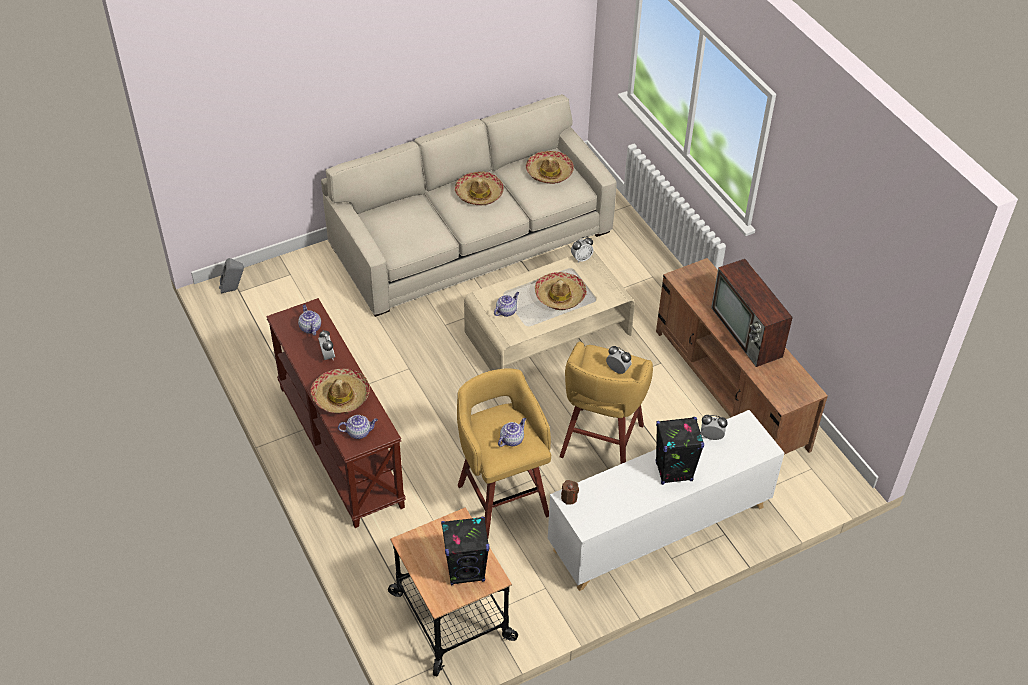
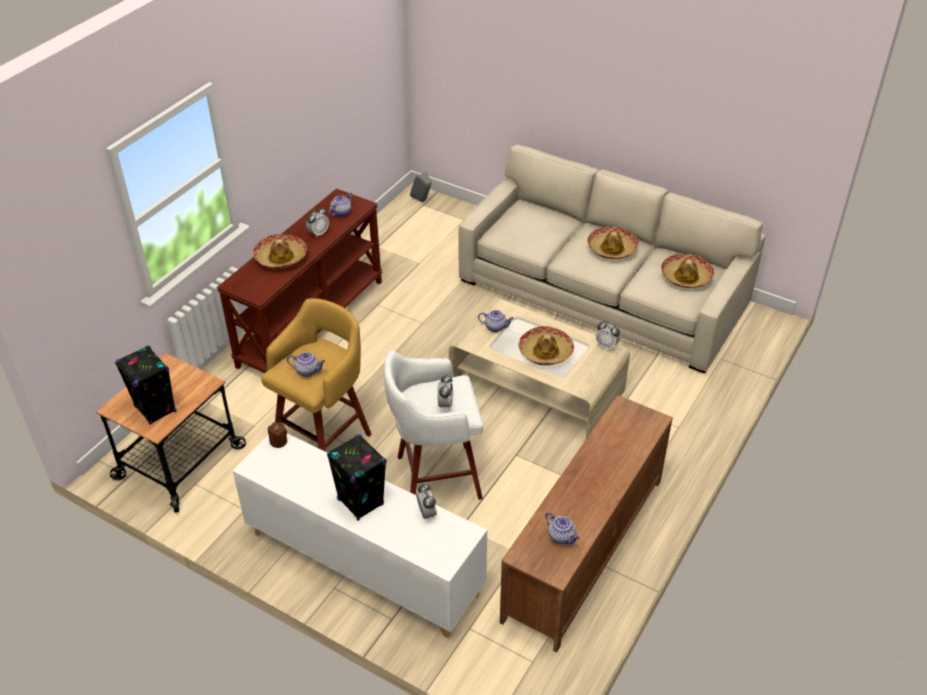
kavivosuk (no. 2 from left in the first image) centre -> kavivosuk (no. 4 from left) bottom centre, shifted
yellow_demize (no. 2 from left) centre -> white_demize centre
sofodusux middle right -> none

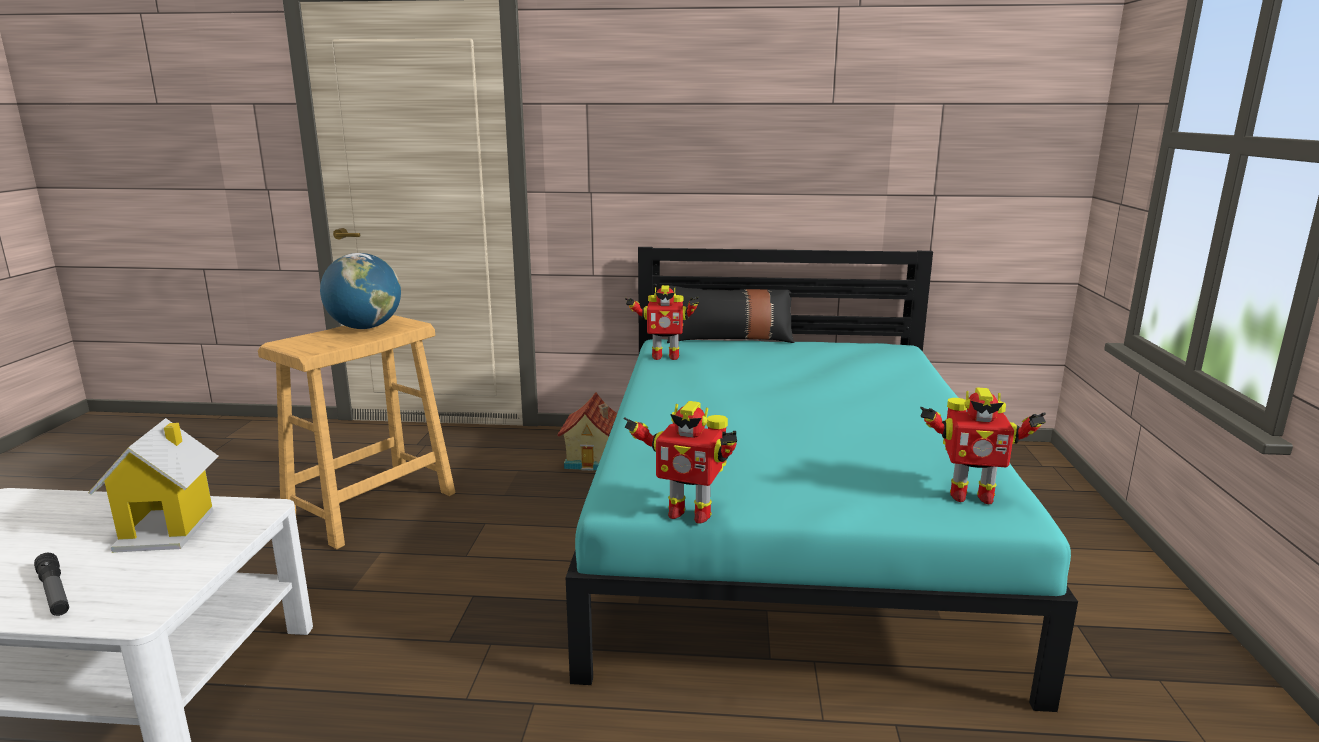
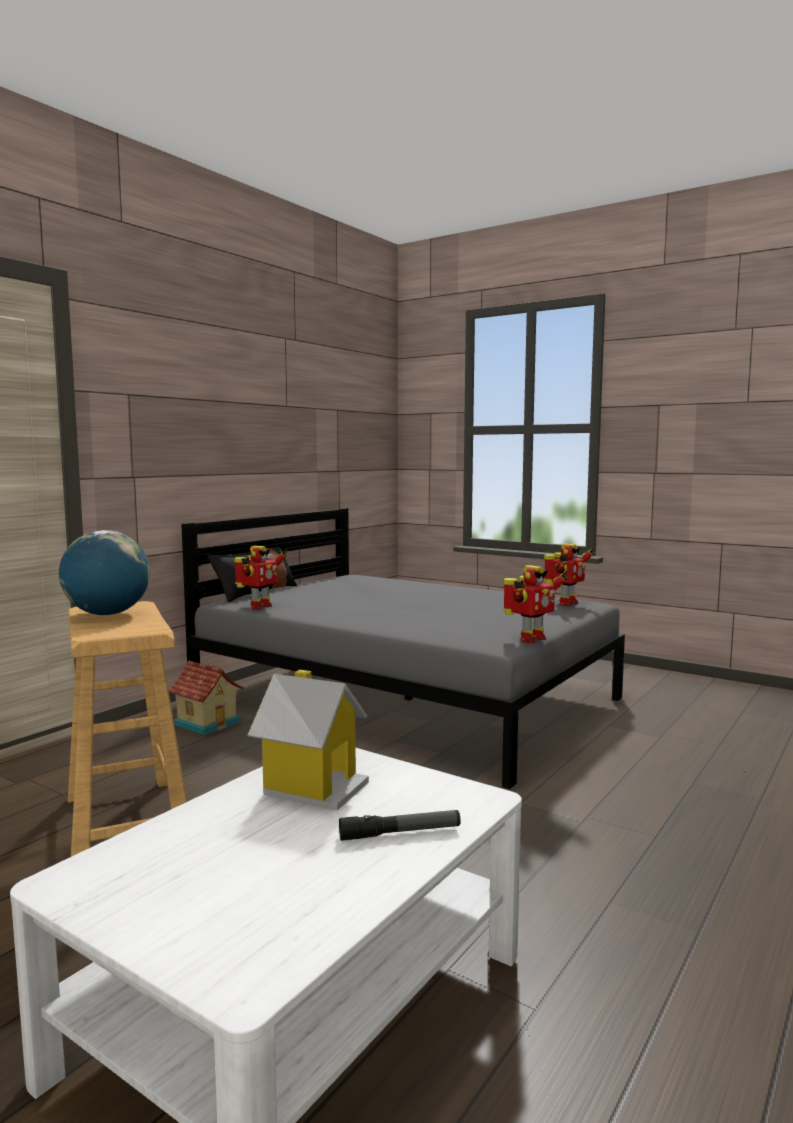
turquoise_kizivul centre -> grey_kizivul centre

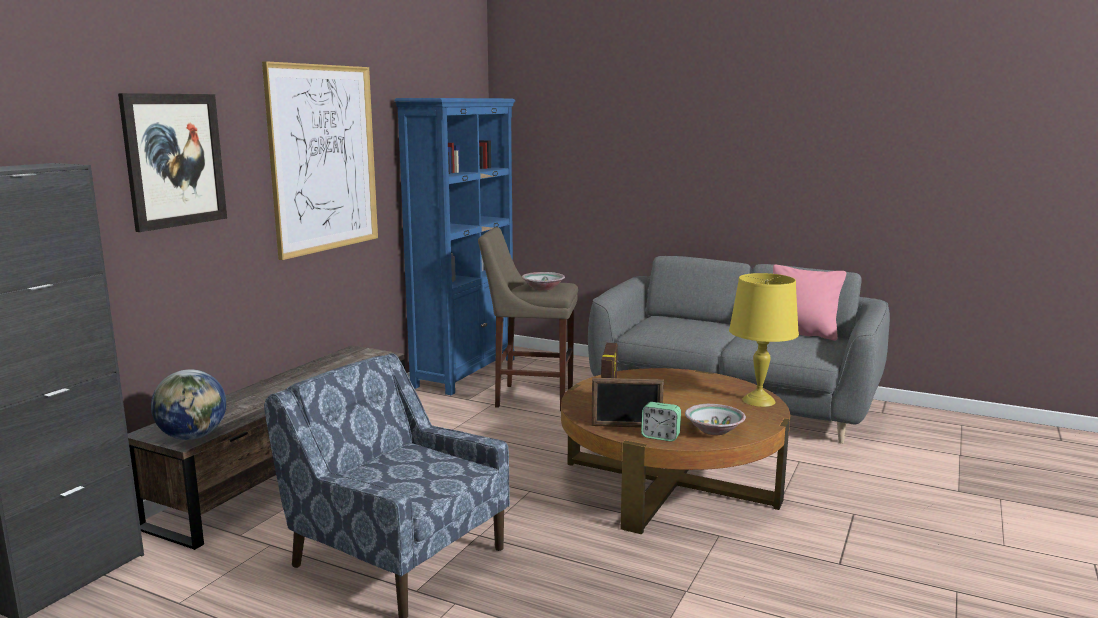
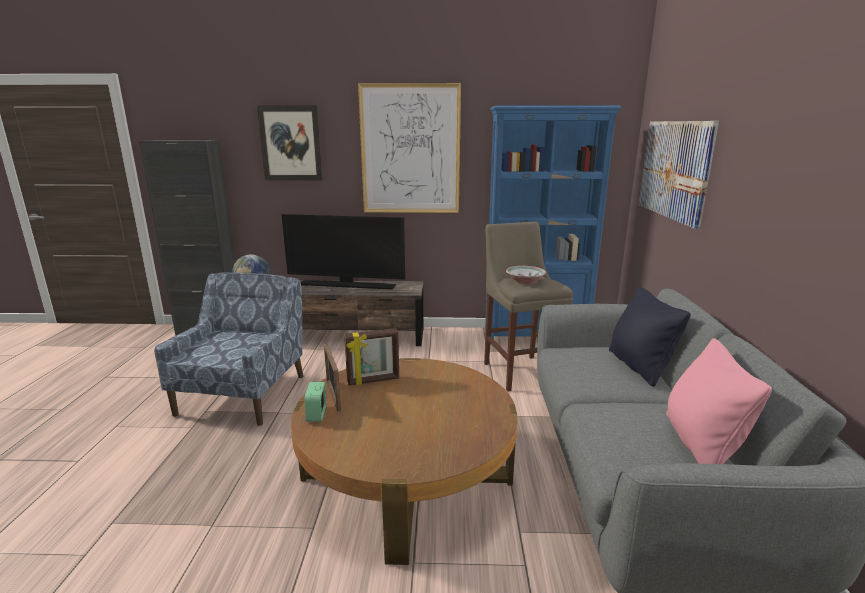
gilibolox (no. 2 from left) bottom centre -> none
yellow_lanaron middle right -> none
none -> sofodusux centre
none -> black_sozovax middle right
none -> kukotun (no. 3 from left) top right

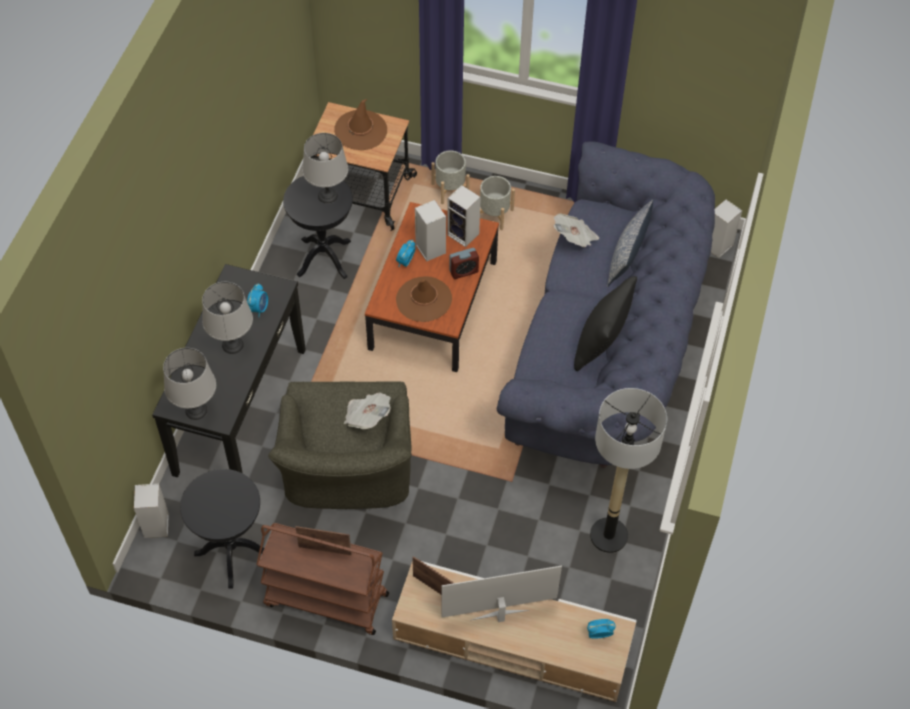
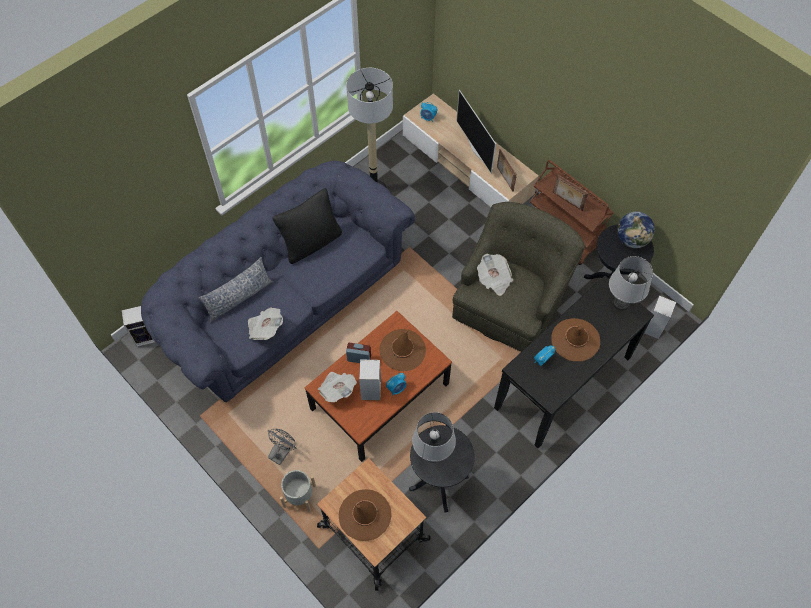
grey_lanaron (no. 2 from left) middle left -> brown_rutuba (no. 3 from left) middle right
sofodusux bottom centre -> sofodusux top centre, 45 degrees clockwise
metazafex (no. 3 from left) top centre -> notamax (no. 2 from left) centre
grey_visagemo (no. 2 from left) top centre -> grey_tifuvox bottom centre
none -> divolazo middle right

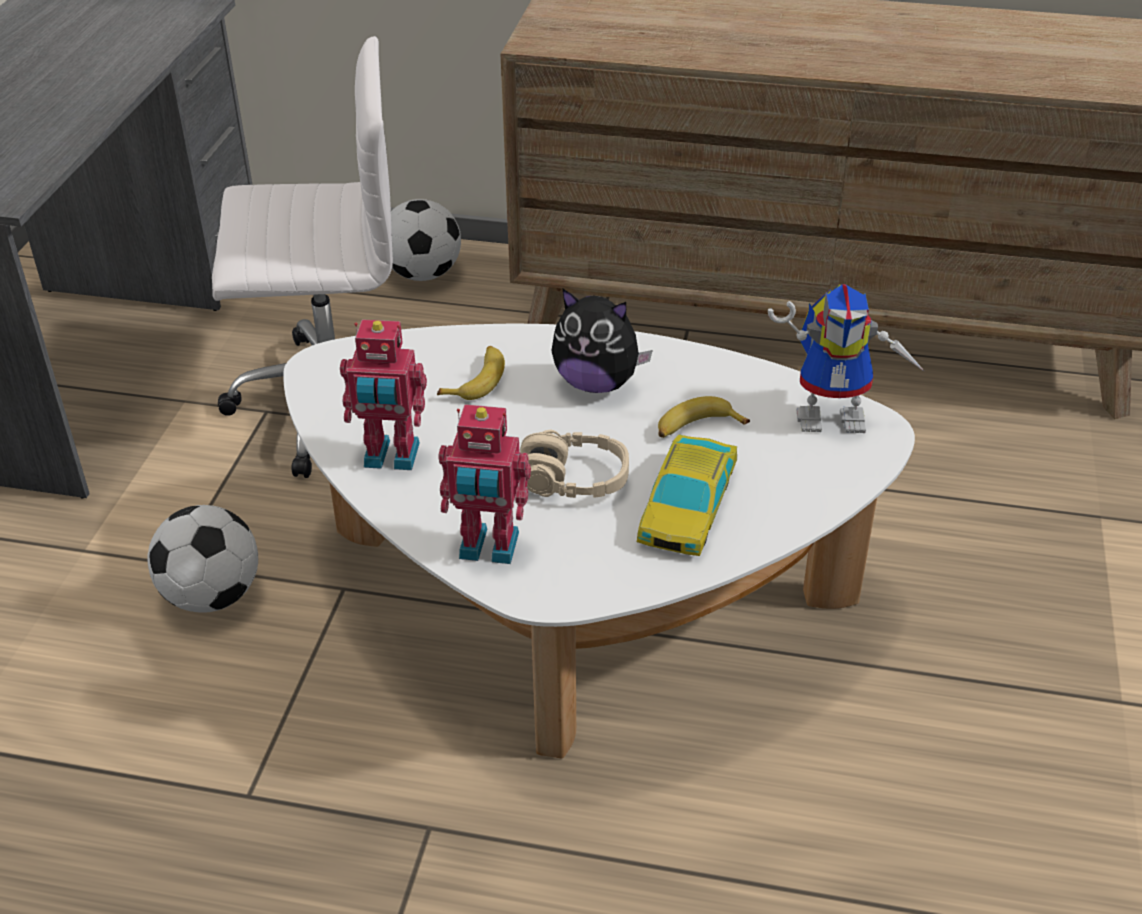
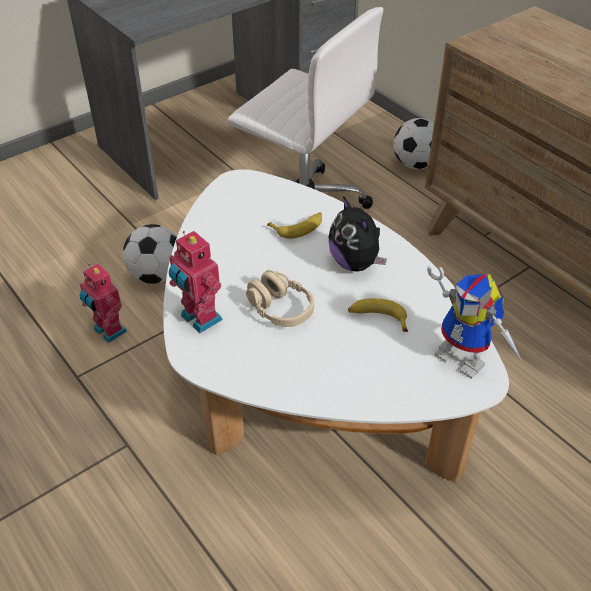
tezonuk (no. 1 from left) centre -> tezonuk (no. 1 from left) middle left, shifted
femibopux centre -> none

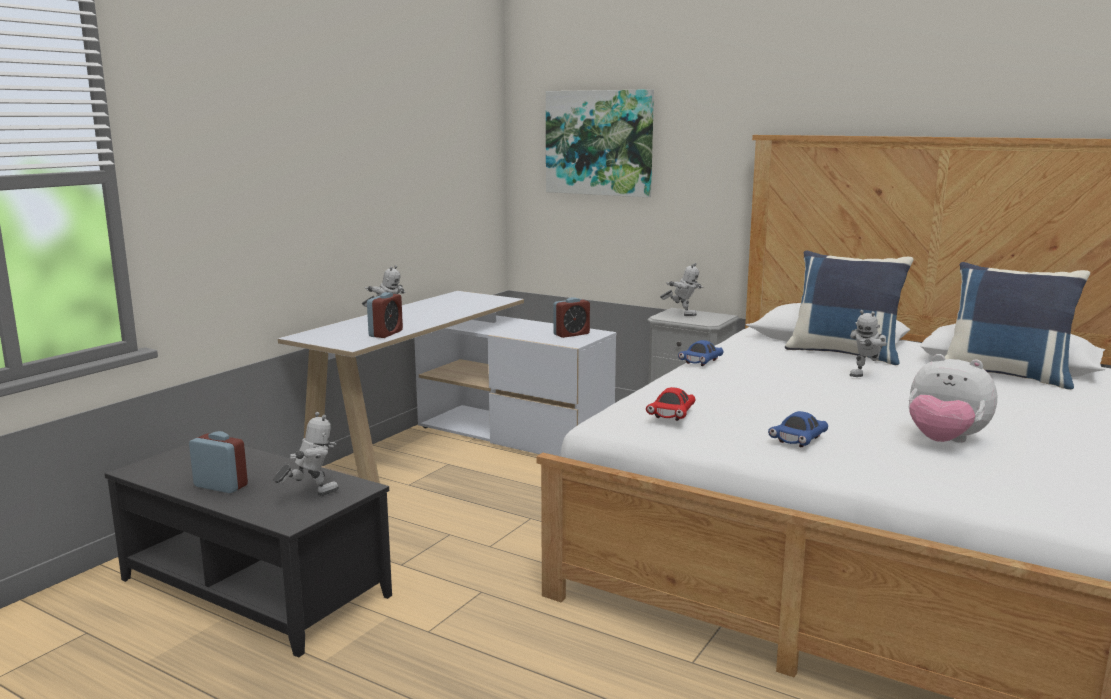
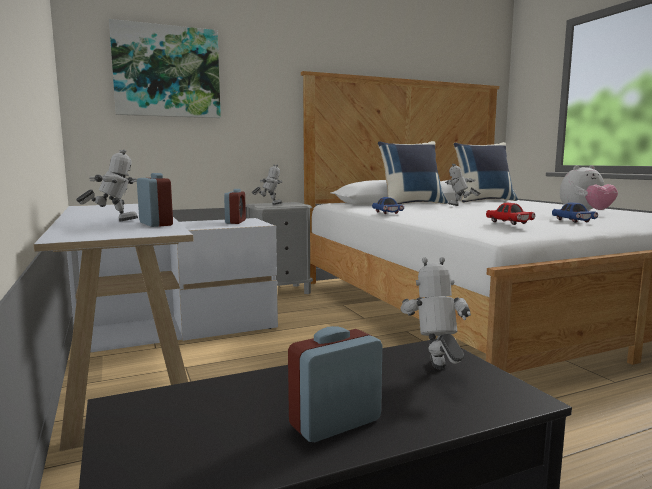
tezonuk (no. 4 from left) middle right, 135 degrees clockwise

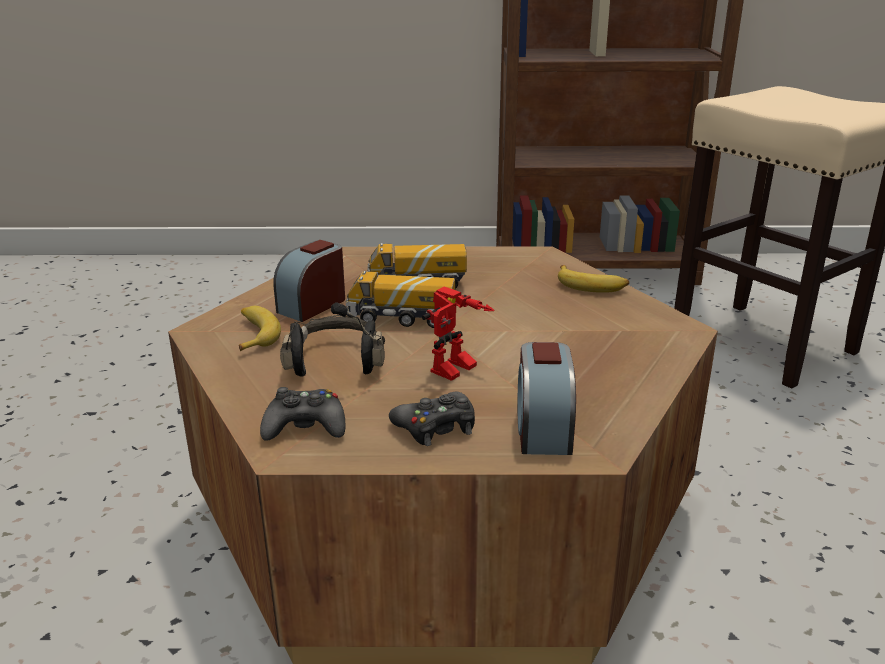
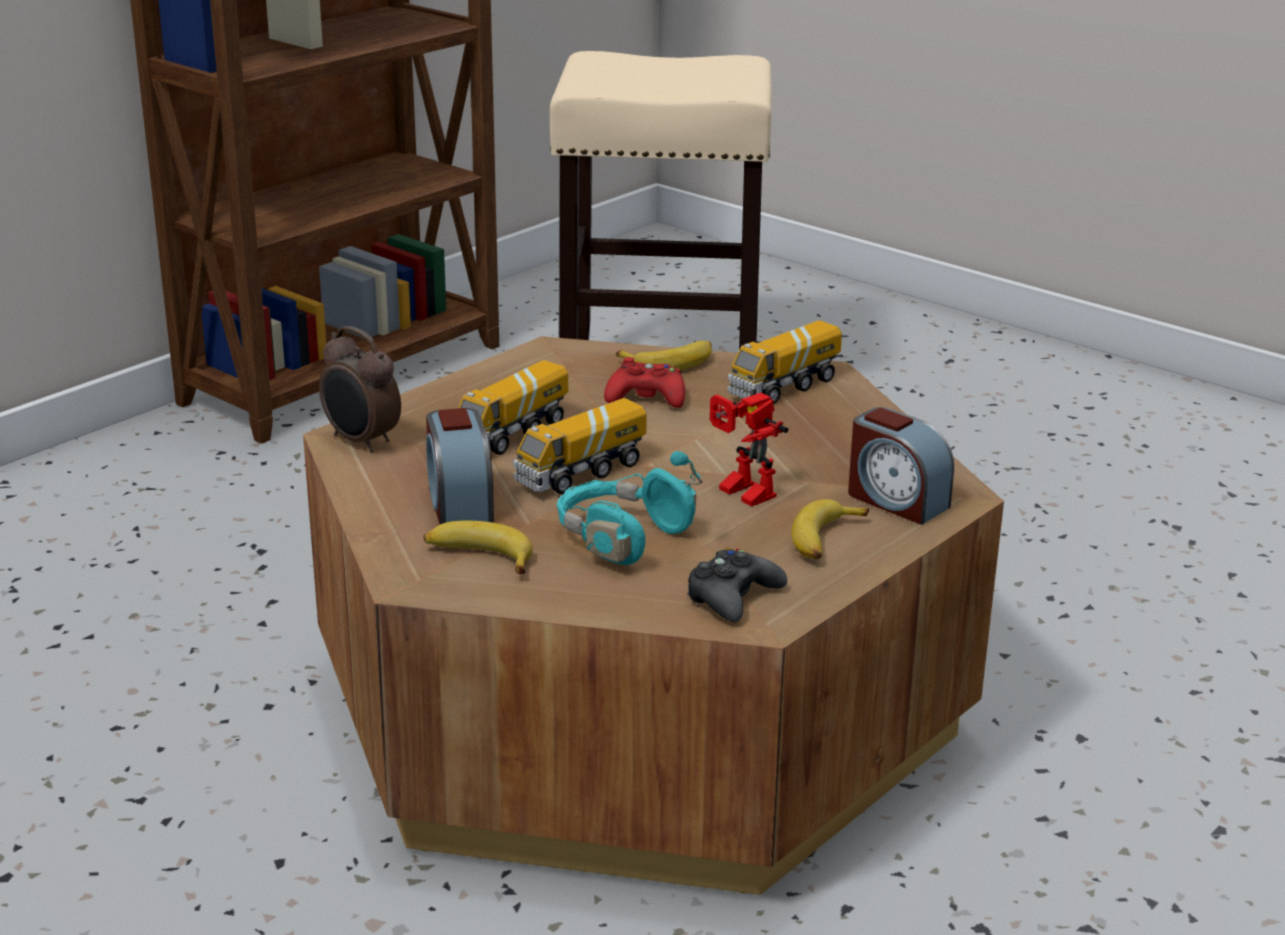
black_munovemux centre -> turquoise_munovemux centre
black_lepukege (no. 2 from left) centre -> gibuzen (no. 3 from left) centre
tezonuk centre, 150 degrees clockwise
none -> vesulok (no. 1 from left) middle left
none -> red_lepukege centre
none -> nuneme (no. 3 from left) centre

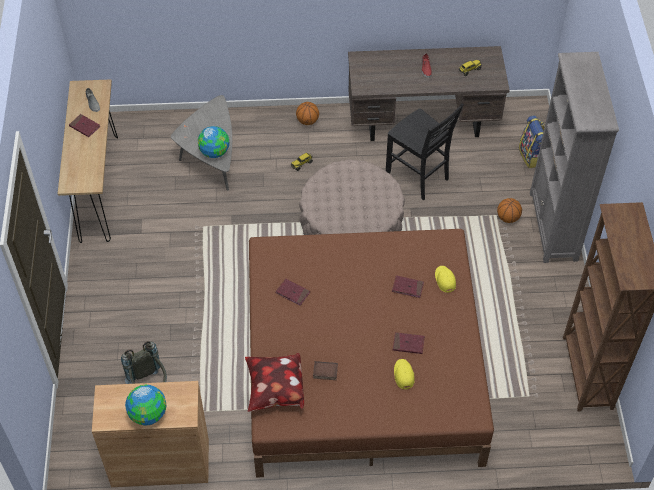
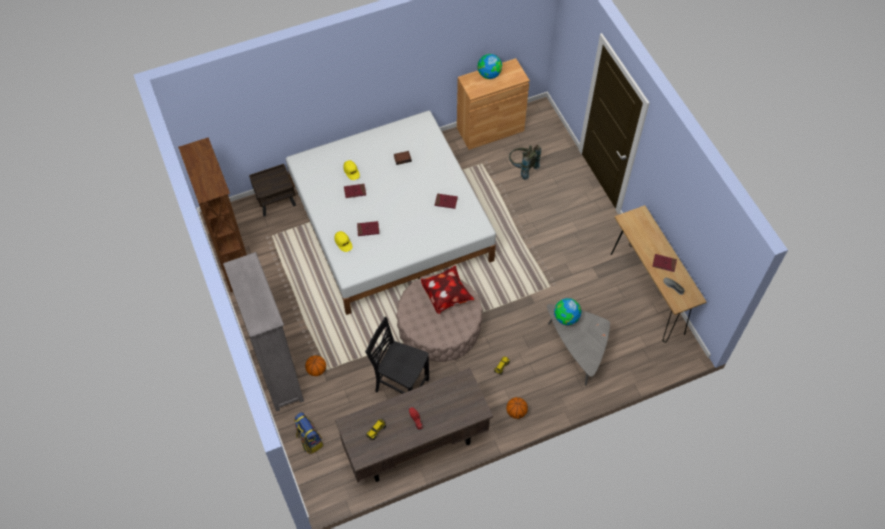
sozovax bottom centre -> sozovax centre, shifted
brown_kizivul bottom centre -> white_kizivul centre
none -> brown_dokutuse middle left

